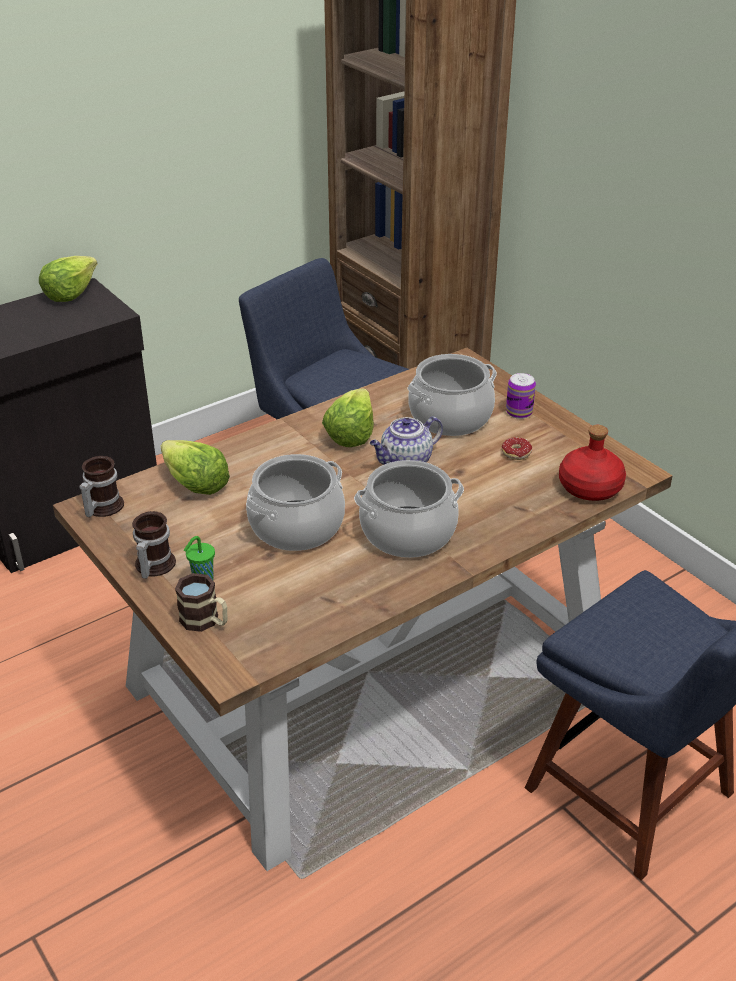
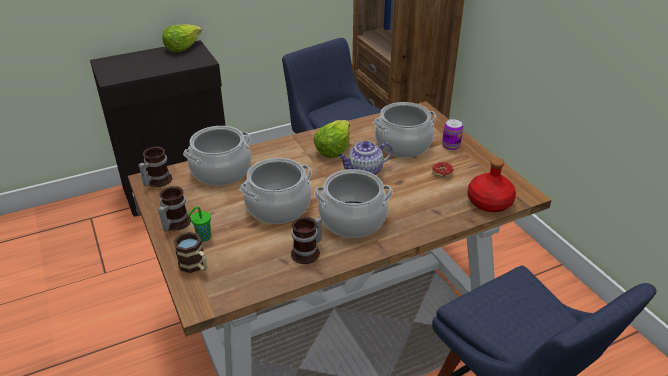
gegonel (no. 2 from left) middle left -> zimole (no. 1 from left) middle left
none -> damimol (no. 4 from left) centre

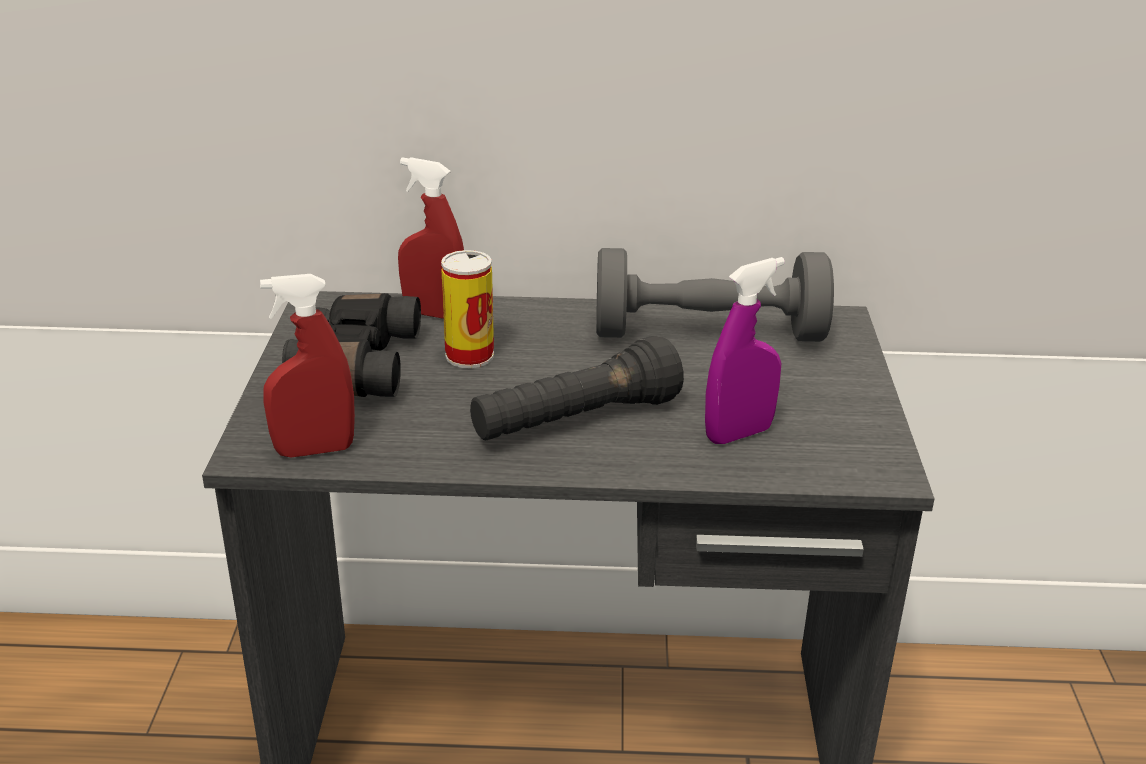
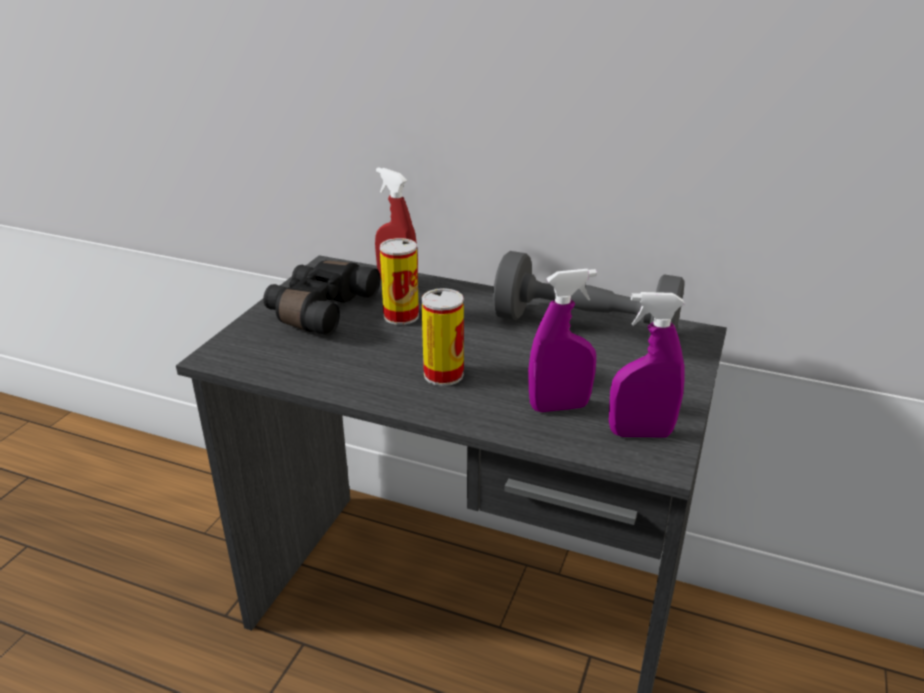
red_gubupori (no. 1 from left) middle left -> none
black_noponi centre -> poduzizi (no. 2 from left) centre
none -> purple_gubupori (no. 2 from left) middle right

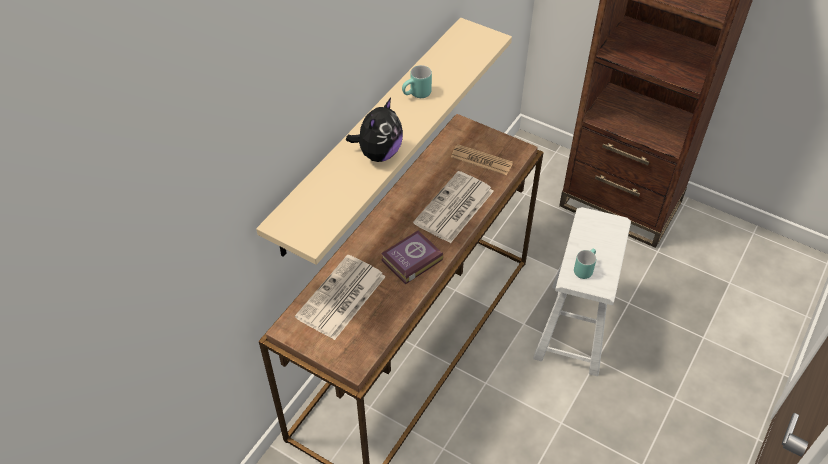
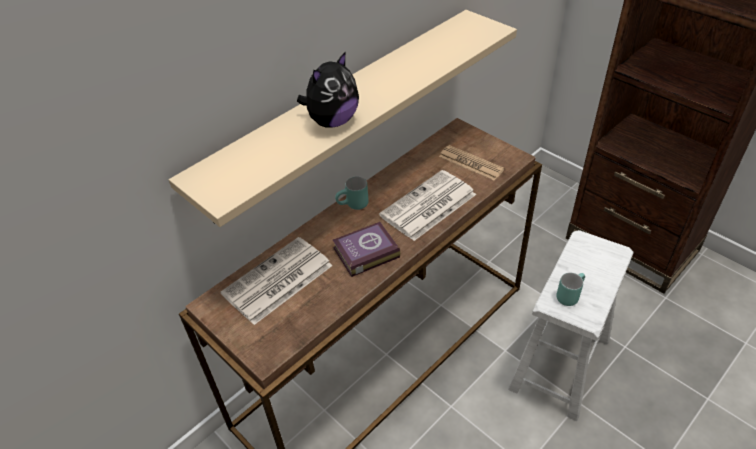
turquoise_damimol (no. 1 from left) top centre -> turquoise_damimol (no. 1 from left) centre, shifted

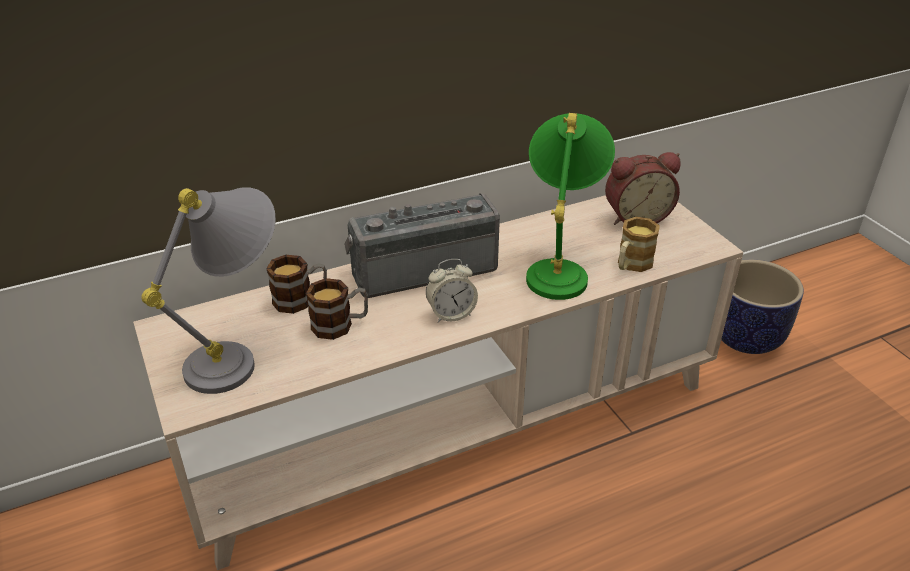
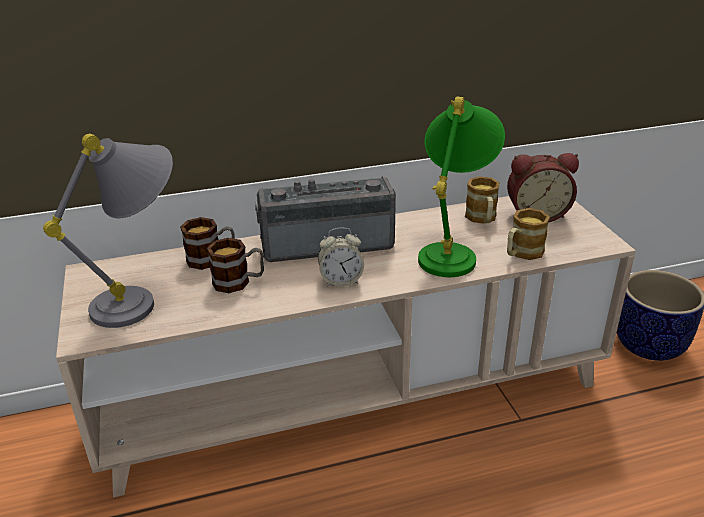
none -> damimol (no. 3 from left) middle right

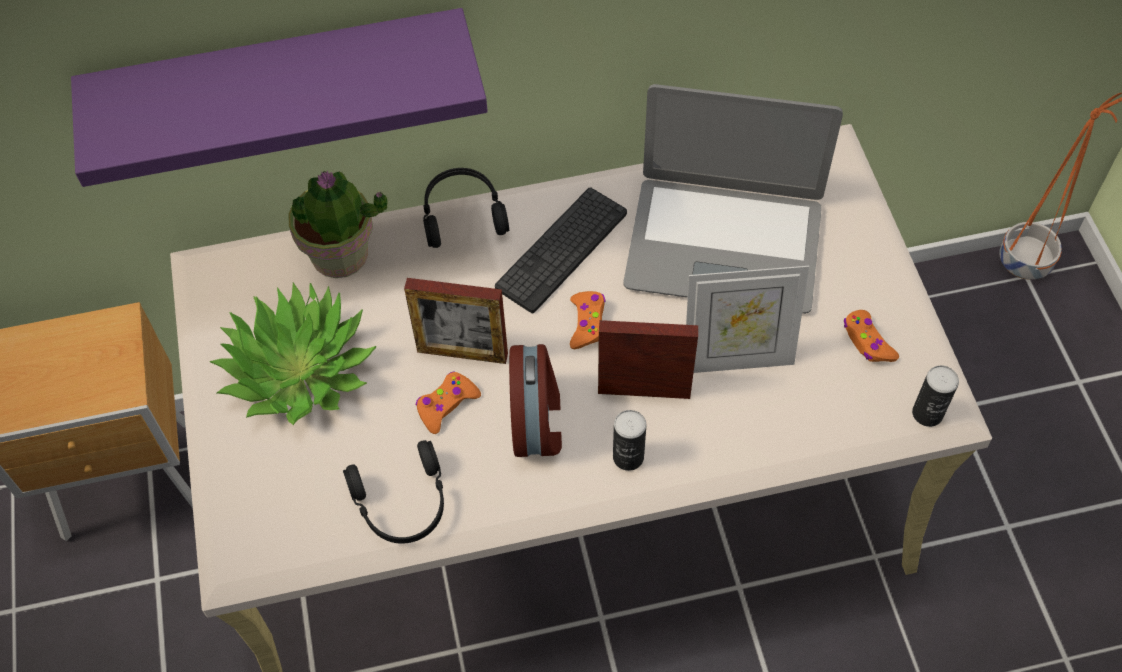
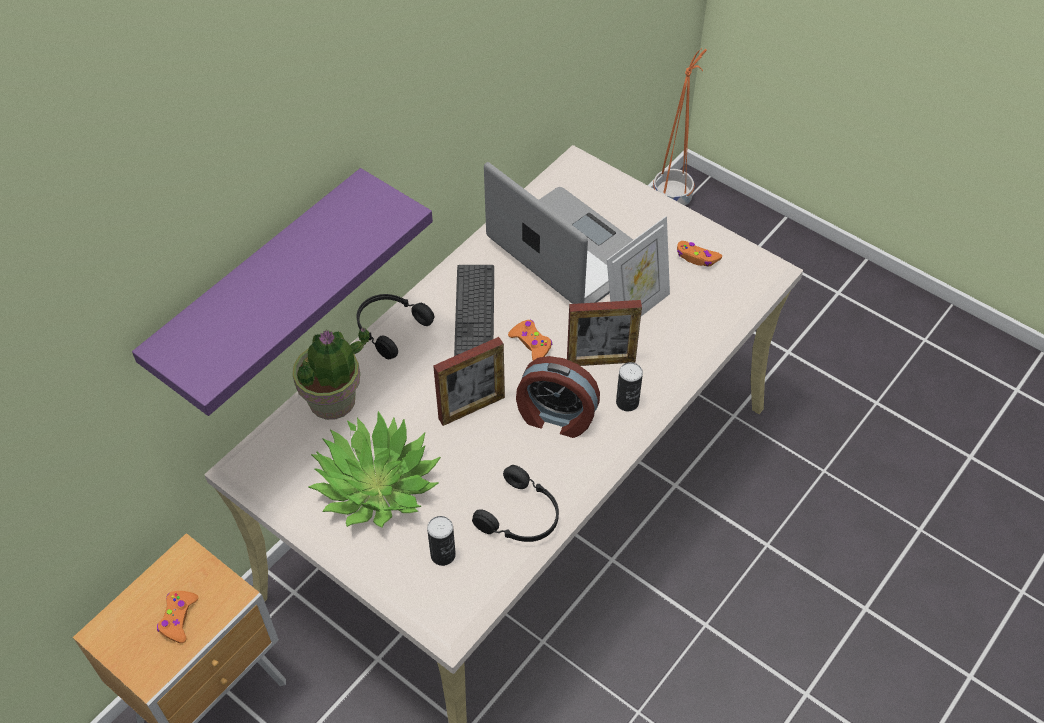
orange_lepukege (no. 1 from left) centre -> orange_lepukege (no. 1 from left) bottom left, shifted
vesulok centre, 150 degrees clockwise
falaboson (no. 2 from left) centre, 150 degrees counterclockwise
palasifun top centre, 105 degrees counterclockwise
poduzizi (no. 2 from left in the first image) middle right -> poduzizi (no. 1 from left) bottom centre, shifted

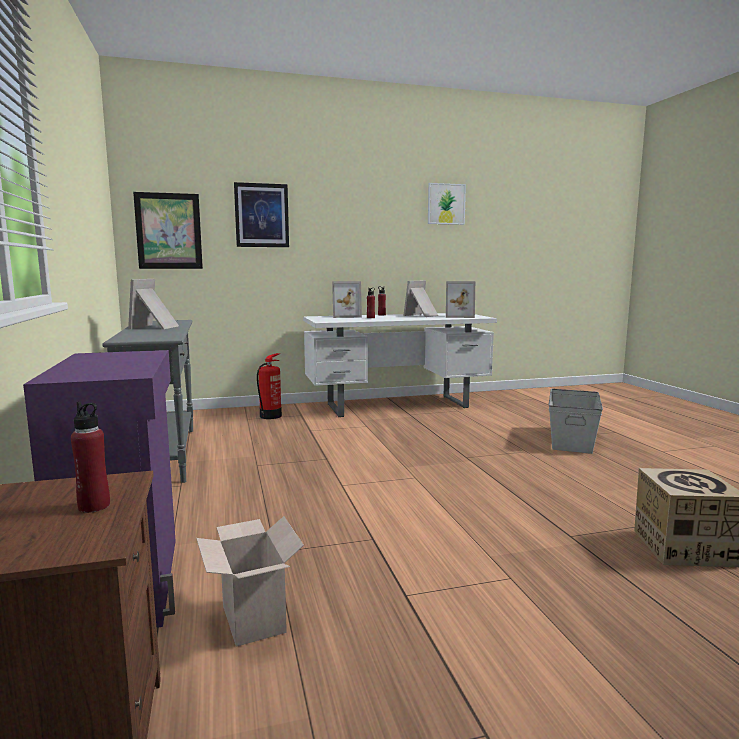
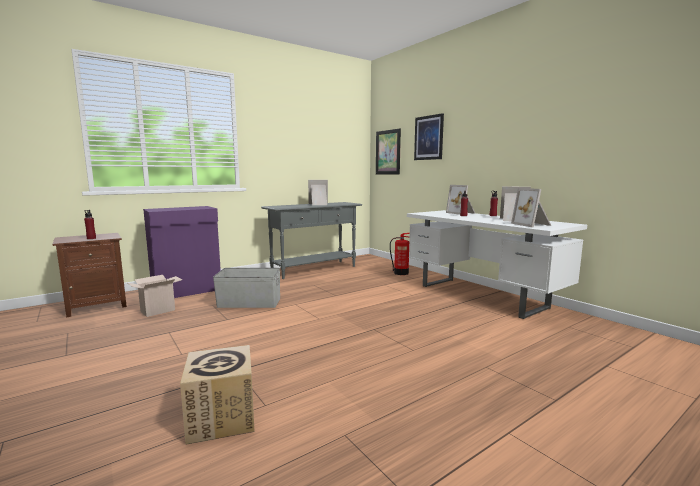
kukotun (no. 3 from left) top centre -> none
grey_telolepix middle right -> grey_telolepix centre, shifted

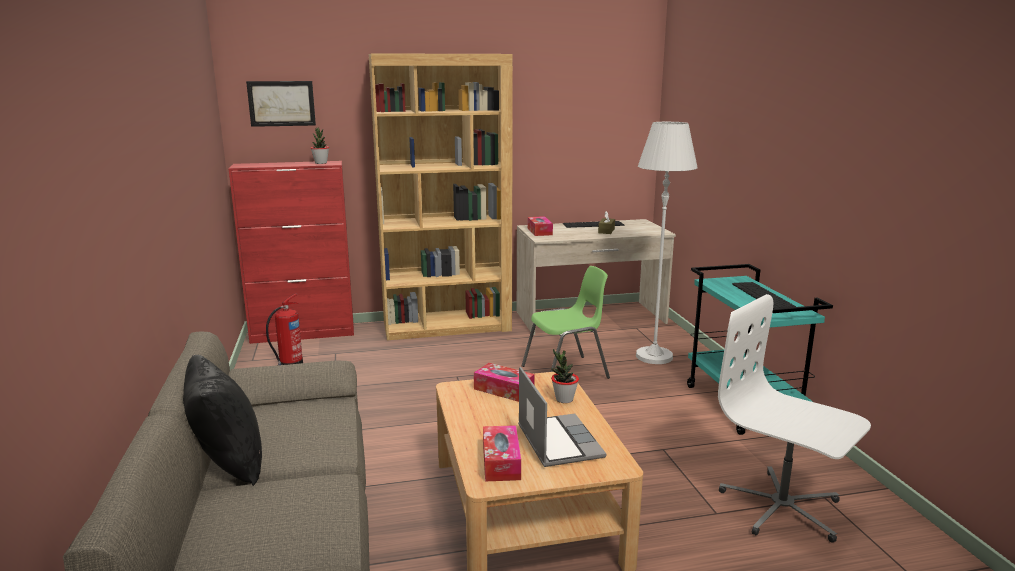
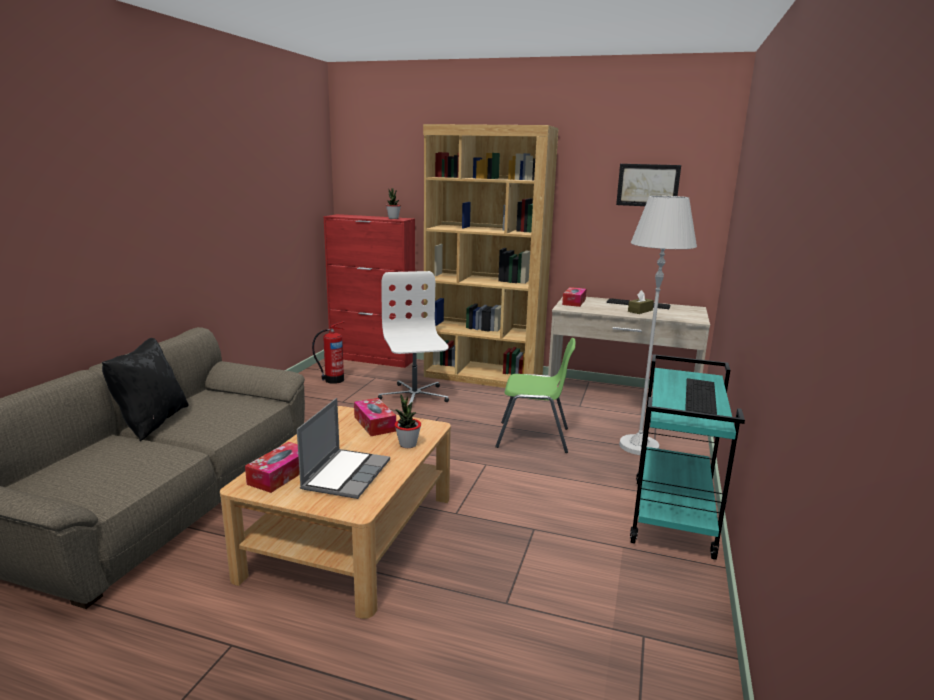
kukotun top left -> kukotun top right, shifted
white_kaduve bottom right -> white_kaduve centre, shifted

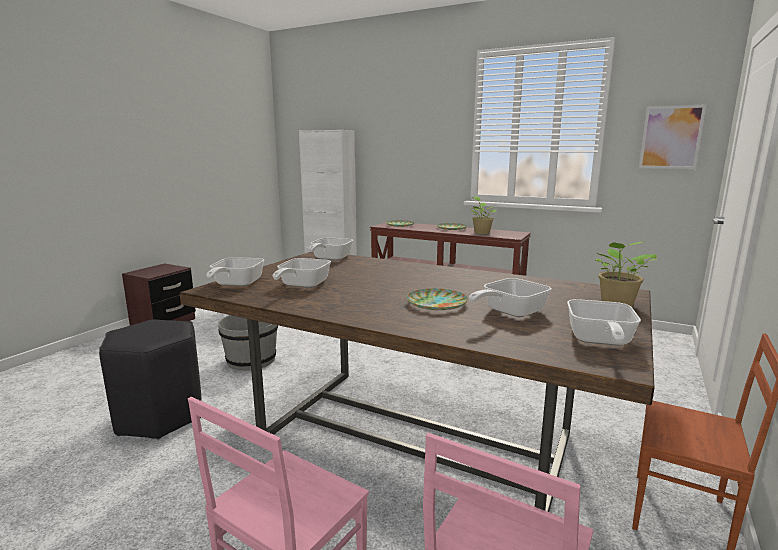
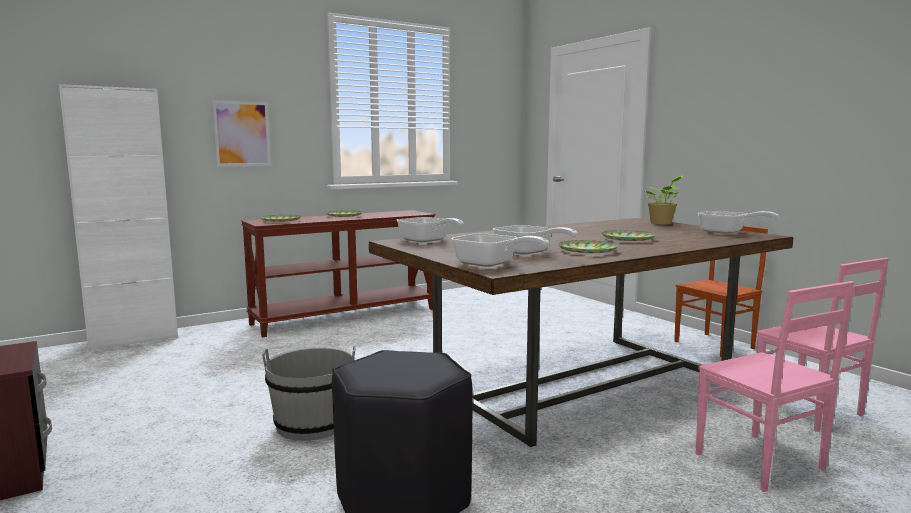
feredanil (no. 1 from left) centre -> none
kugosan (no. 4 from left) centre -> none
kukotun top right -> kukotun top left, shifted
none -> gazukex (no. 3 from left) centre

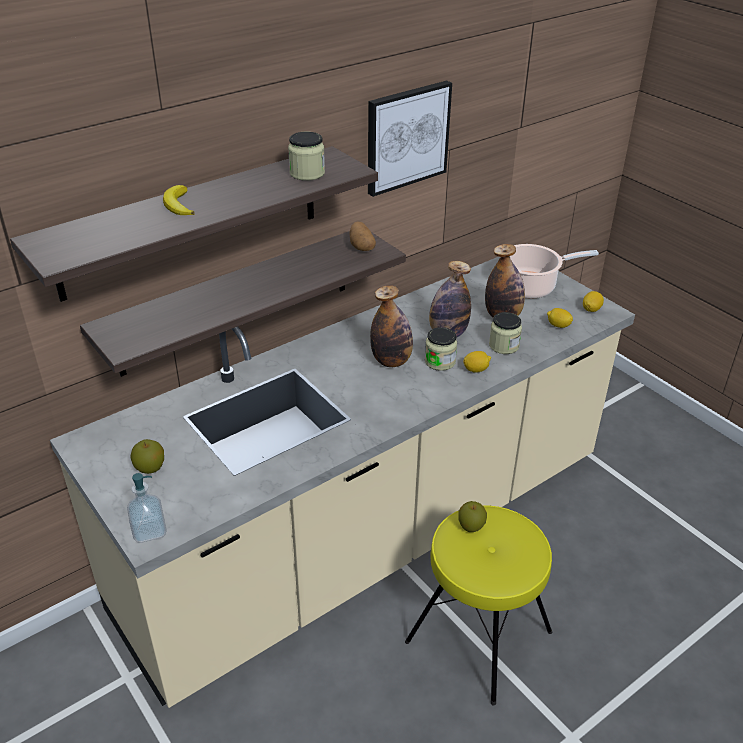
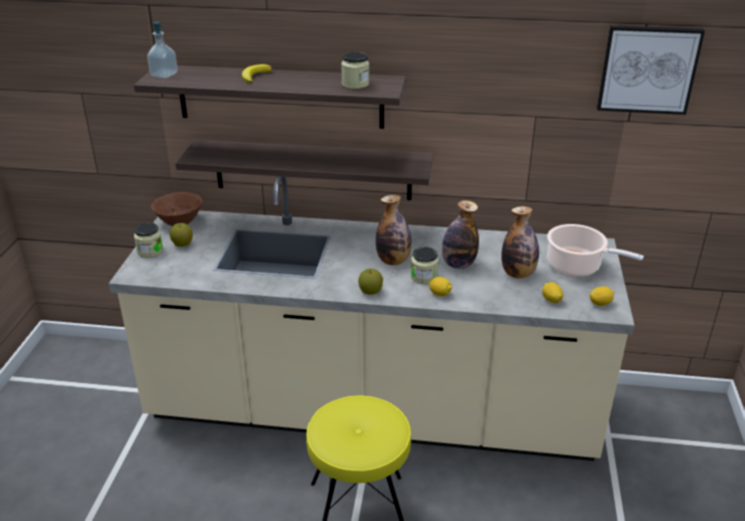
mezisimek bottom left -> mezisimek top left, shifted
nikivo top centre -> none
kukotun top centre -> kukotun top right, shifted
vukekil (no. 2 from left) bottom centre -> vukekil (no. 2 from left) centre, shifted
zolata (no. 3 from left in the first image) middle right -> zolata (no. 1 from left) middle left, shifted
none -> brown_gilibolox middle left

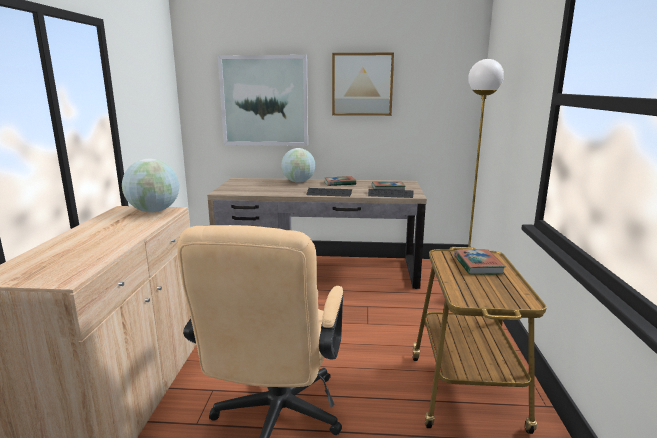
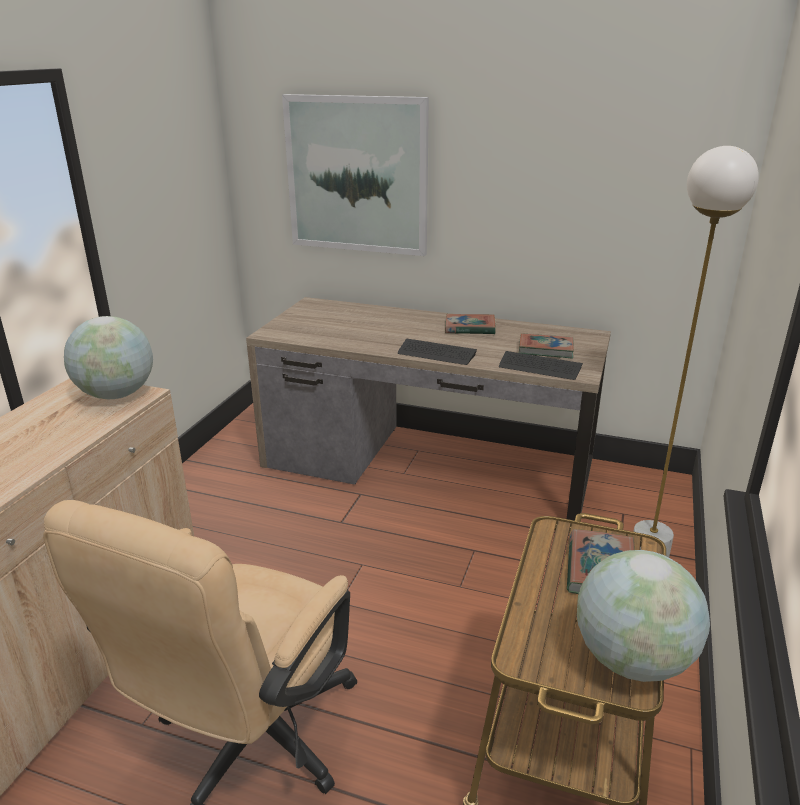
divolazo (no. 2 from left) centre -> divolazo (no. 2 from left) bottom right, shifted
kukotun (no. 2 from left) top centre -> none

